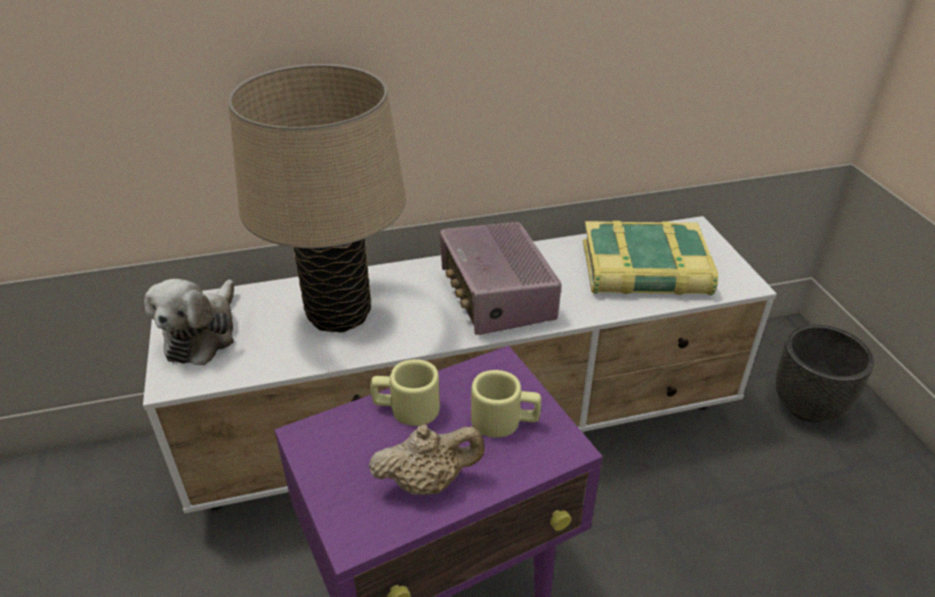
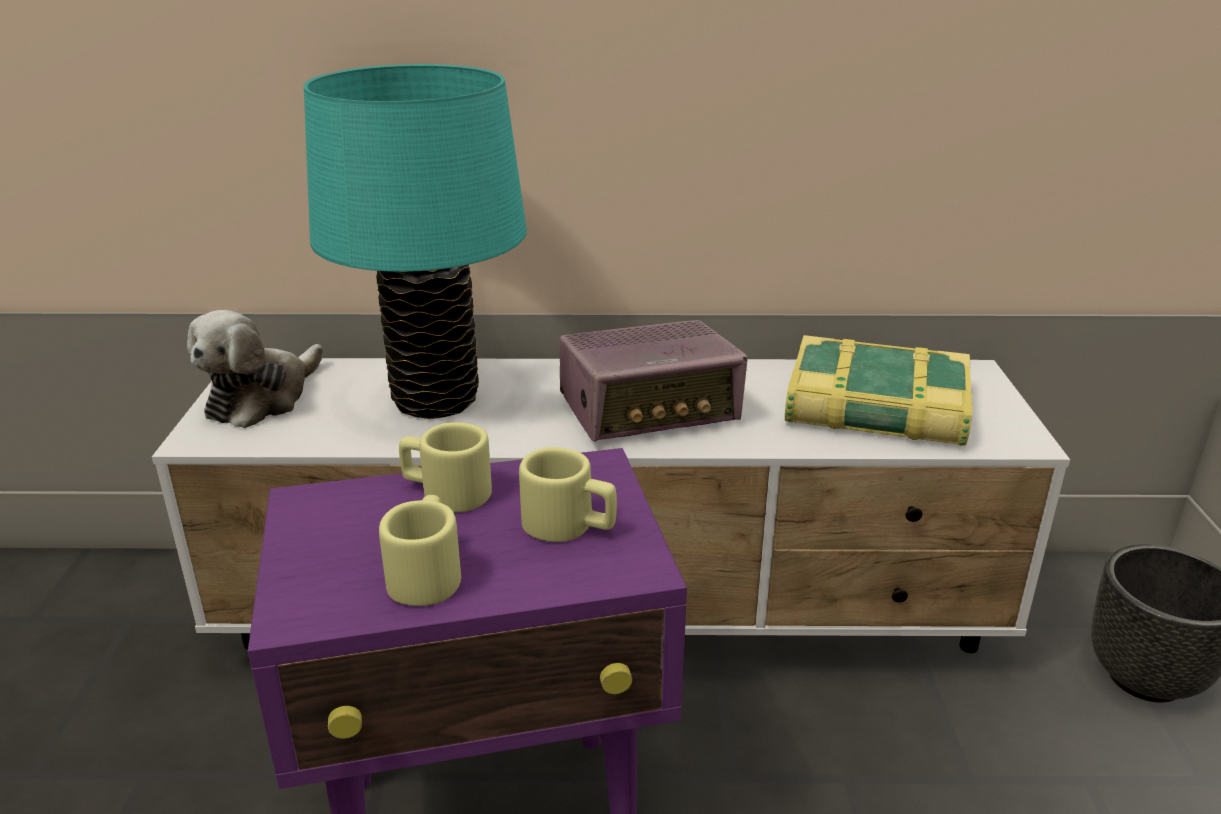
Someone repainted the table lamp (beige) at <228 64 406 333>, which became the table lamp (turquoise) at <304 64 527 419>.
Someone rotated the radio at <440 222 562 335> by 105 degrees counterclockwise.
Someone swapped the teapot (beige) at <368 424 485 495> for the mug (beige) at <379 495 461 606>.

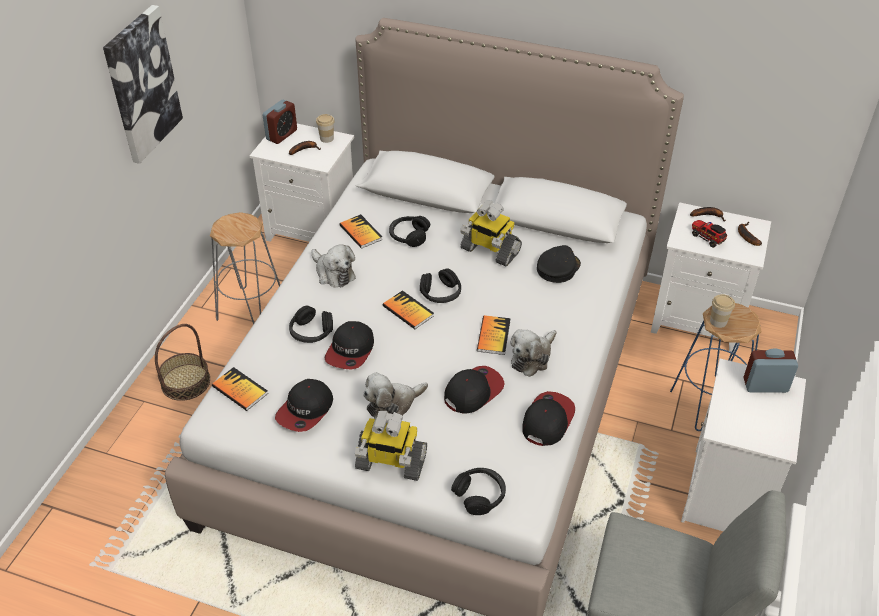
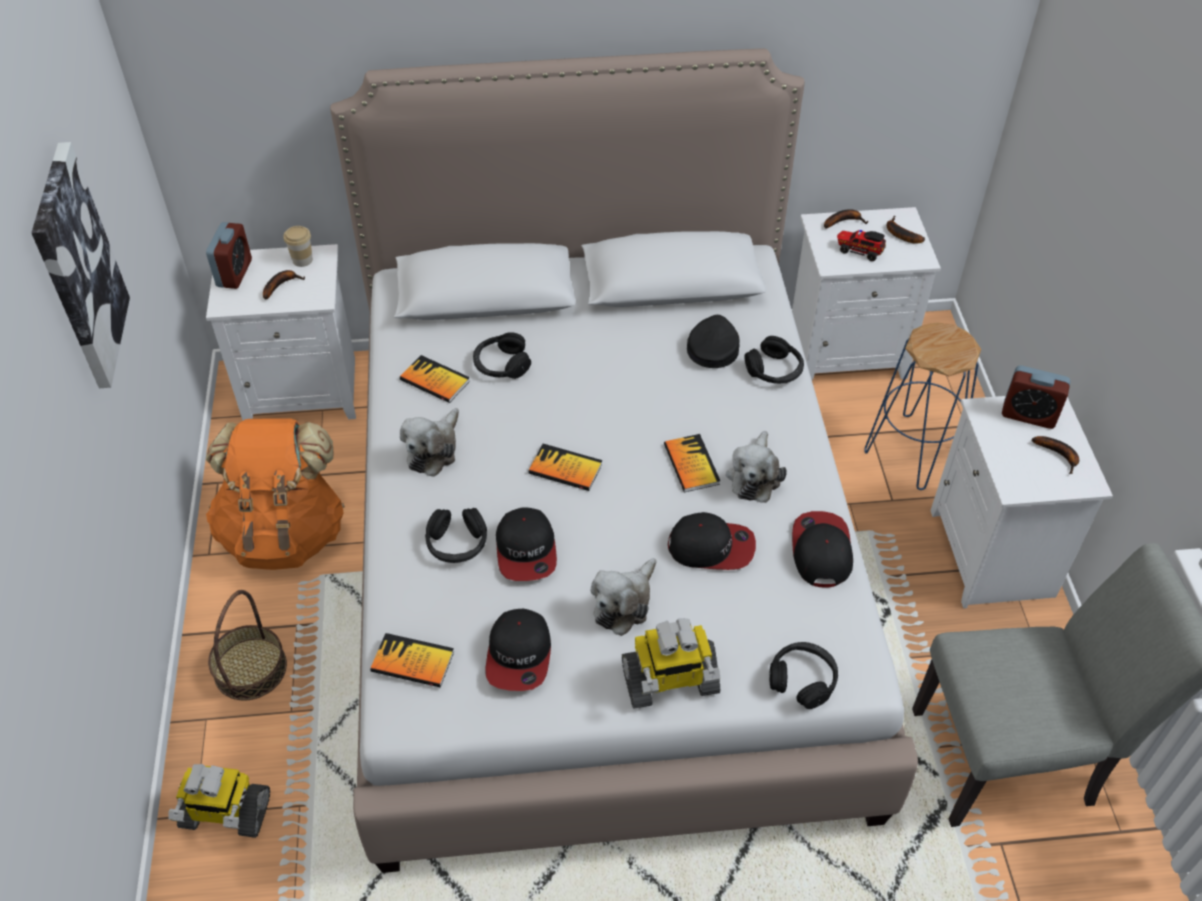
Someone carried the toy robot from <460 200 522 267> to <168 764 270 838>.
Someone swapped the stool (grey) at <210 212 280 325> for the backpack (orange) at <206 418 345 570>.
Someone rotated the plush toy at <311 244 356 288> by 90 degrees clockwise.
Someone carried the headphones (black) from <420 269 461 303> to <744 336 804 384>.
Someone took away the cup at <710 294 735 328>.
Someone rotated the alarm clock at <743 348 798 393> by 135 degrees counterclockwise.
Someone rotated the cap at <444 366 505 414> by 75 degrees clockwise.
Someone put down the banana at <1032 436 1079 474>.

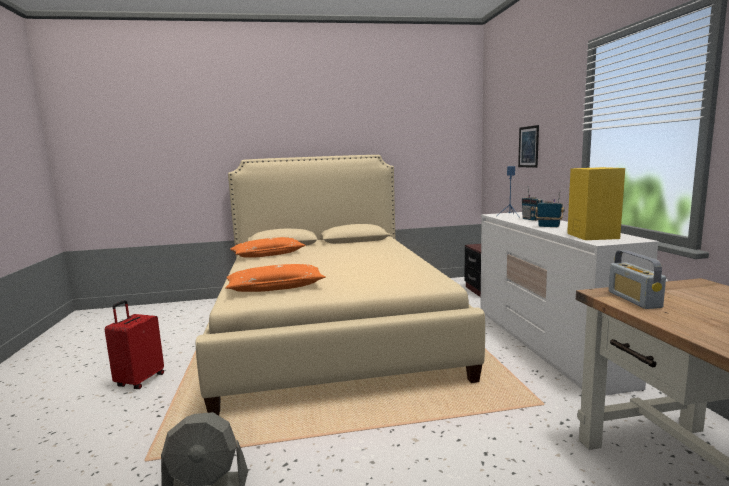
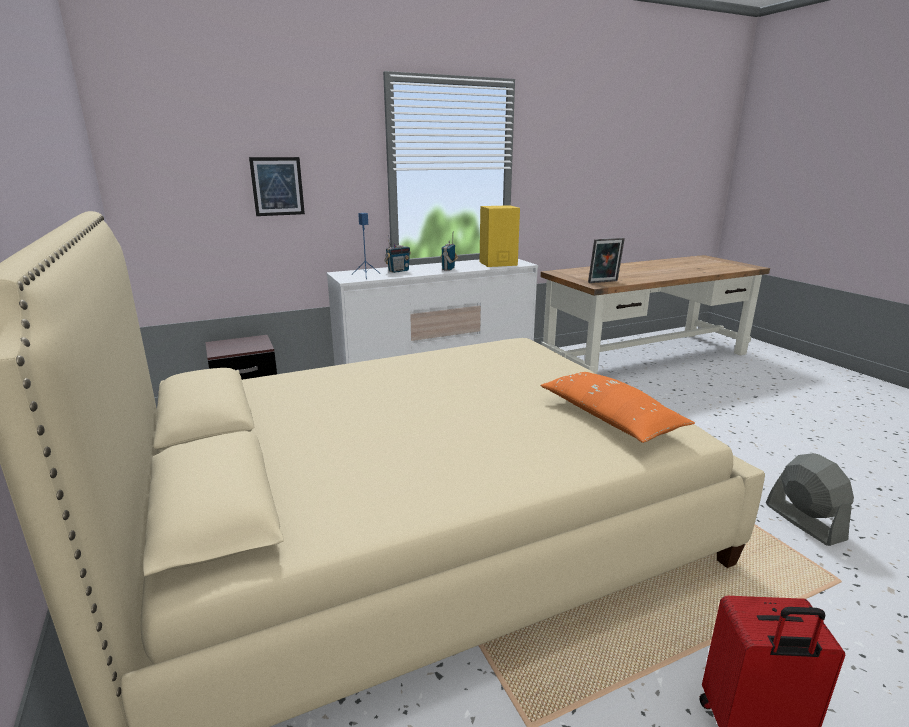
Someone took away the pillow (orange) at <230 237 306 258>.
Someone swapped the radio at <609 250 666 309> for the picture frame at <588 238 625 283>.

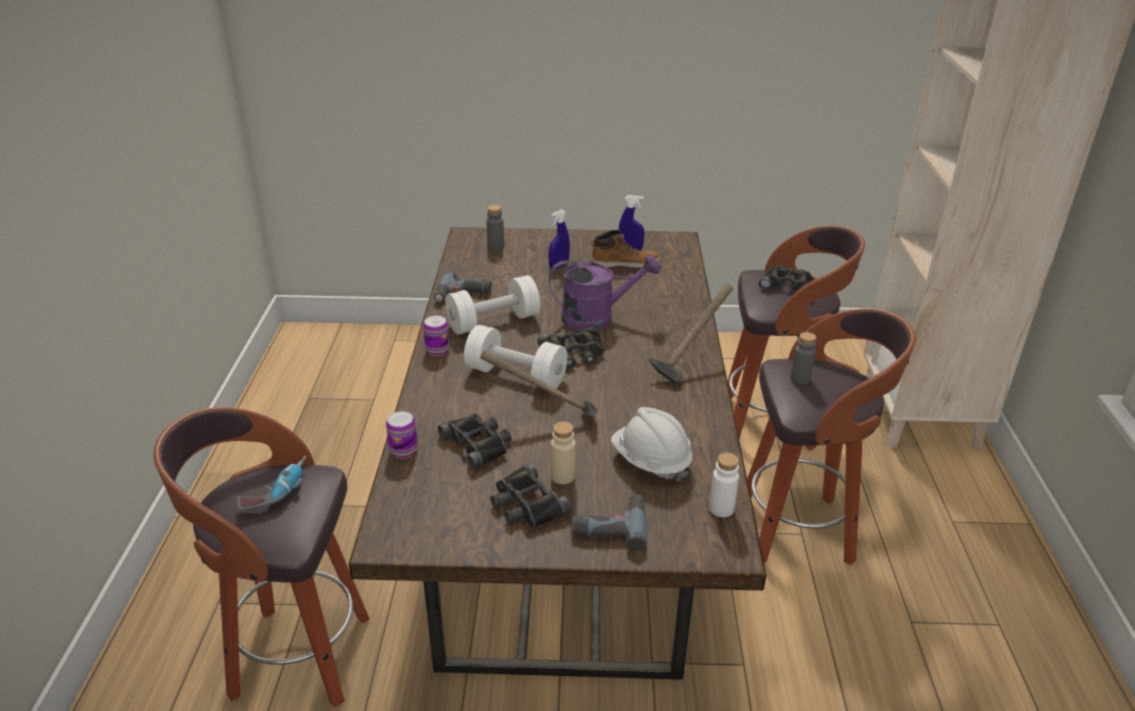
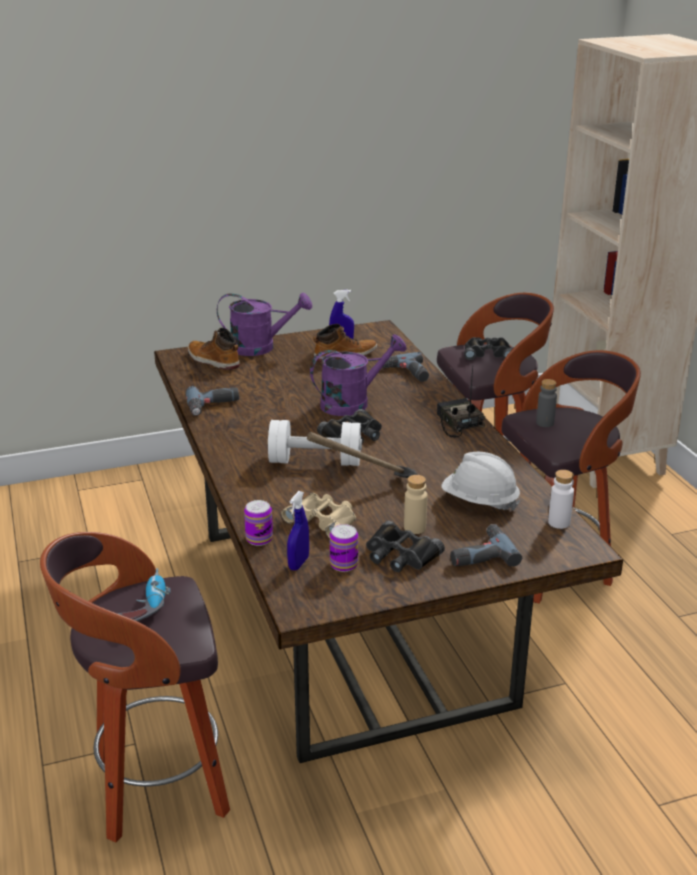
Someone swapped the bottle (grey) at <486 205 504 251> for the boot at <188 328 240 370>.
Someone carried the spray bottle (blue) from <549 210 570 270> to <287 491 309 570>.
Someone took away the dumbbell (white) at <445 275 540 335>.
Someone swapped the hammer at <648 284 733 385> for the radio at <437 367 485 437>.
Someone carried the can from <423 315 450 356> to <330 524 358 572>.
Someone repainted the binoculars (black) at <438 413 511 470>, which became the binoculars (beige) at <281 493 356 538>.
Someone put down the watering can (purple) at <217 293 312 356>.
Someone put down the power drill at <382 352 429 382>.

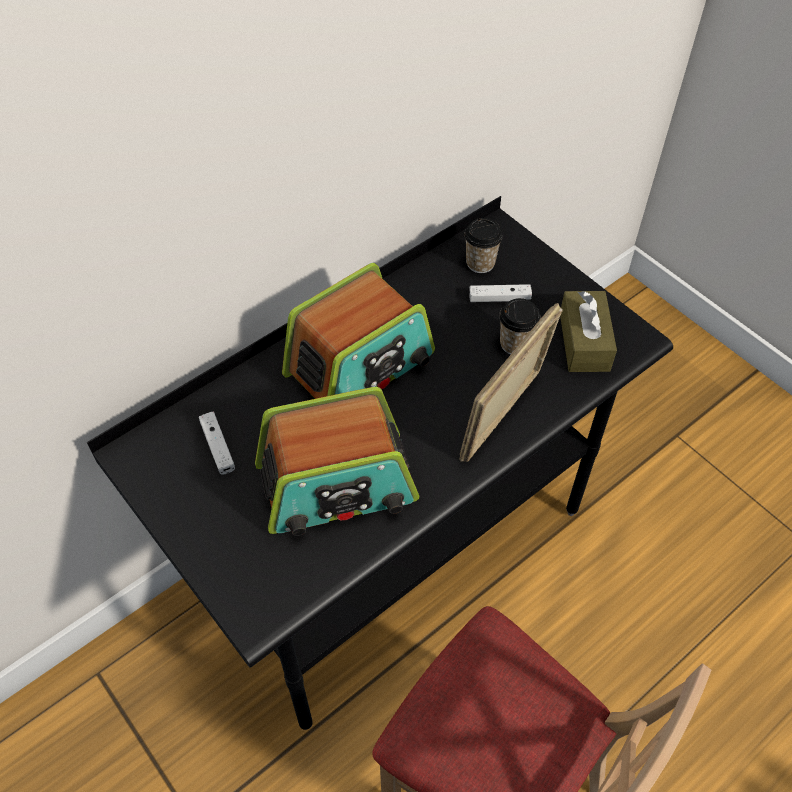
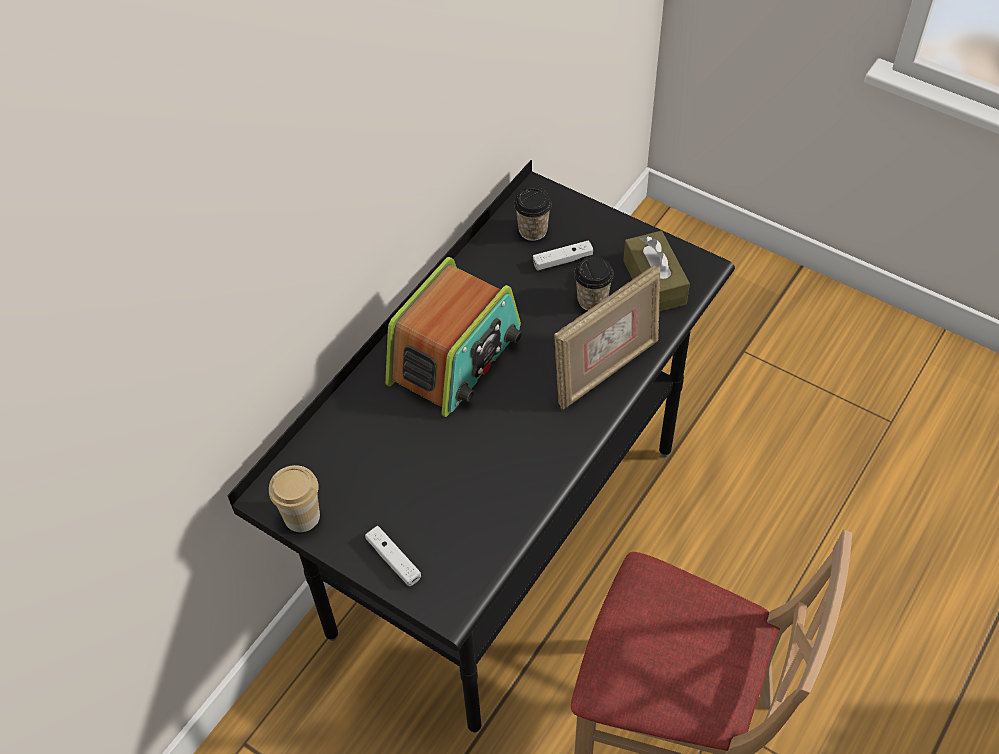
Someone rotated the picture frame at <460 303 563 462> by 150 degrees counterclockwise.
Someone took away the radio at <255 387 419 536>.
Someone carried the game controller (white) from <199 412 235 475> to <365 526 421 586>.
Someone put down the cup at <269 465 320 532>.

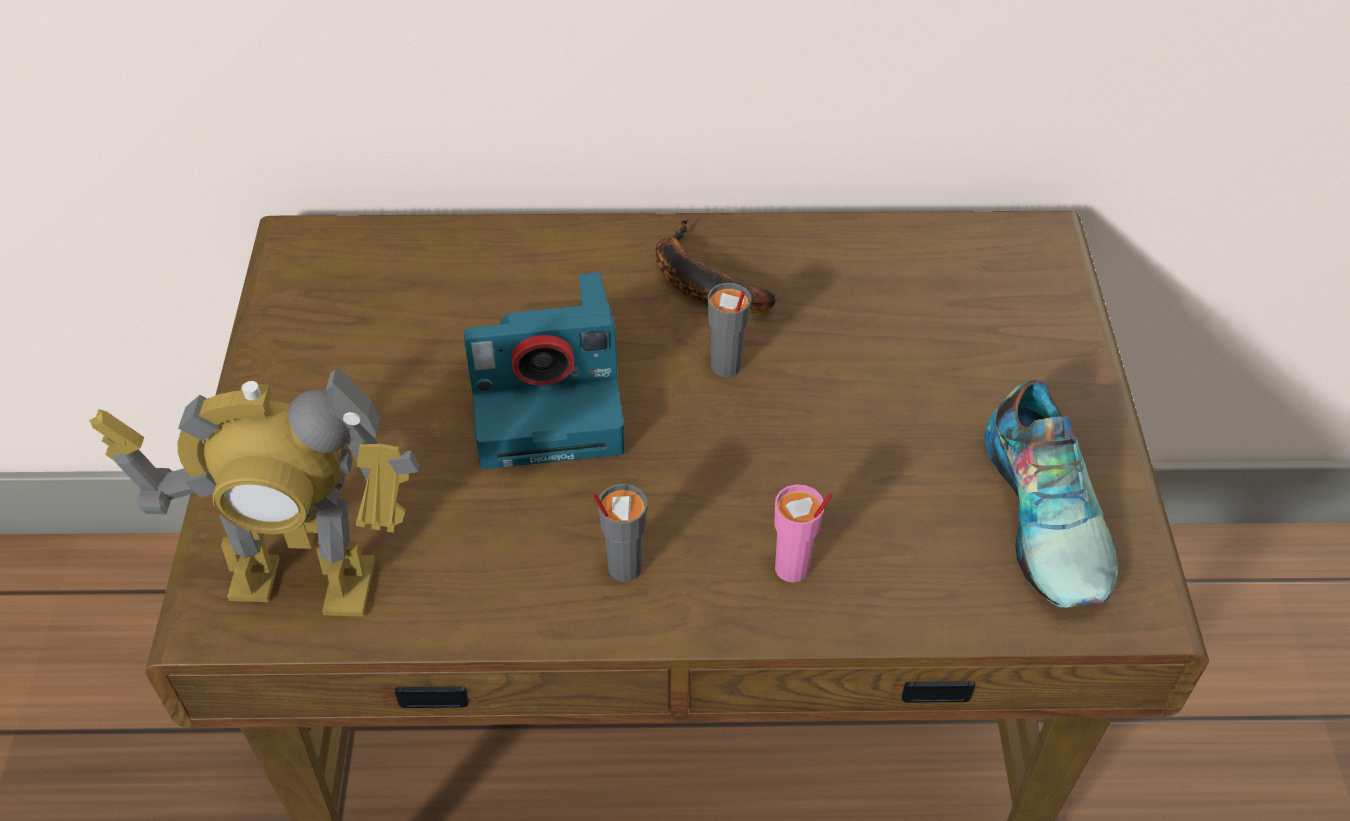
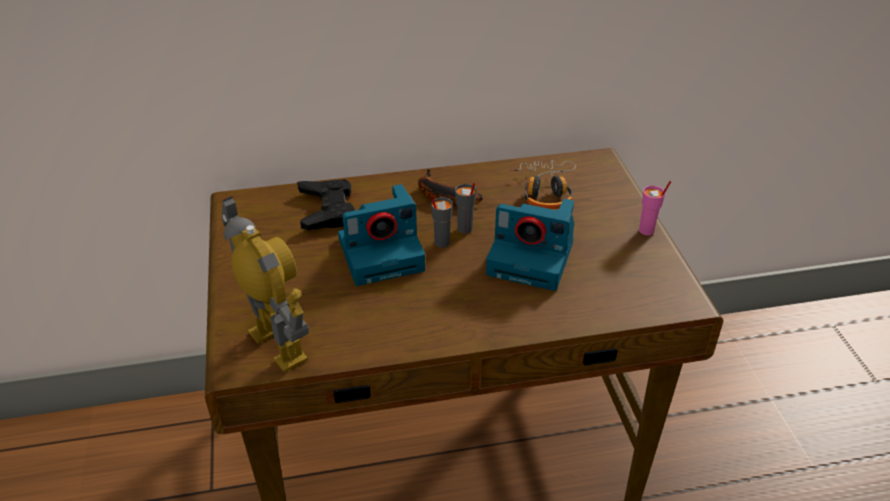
Someone rotated the toy robot at <89 365 420 617> by 120 degrees counterclockwise.
Someone took away the shoe at <985 380 1117 608>.
Someone carried the cup (grey) from <592 484 647 582> to <431 195 453 248>.
Someone carried the cup (pink) from <774 484 833 582> to <639 181 671 235>.
Someone put down the headphones at <510 160 576 209>.
Someone put down the game controller (black) at <297 179 355 230>.
Someone put down the photo camera at <486 199 574 291>.

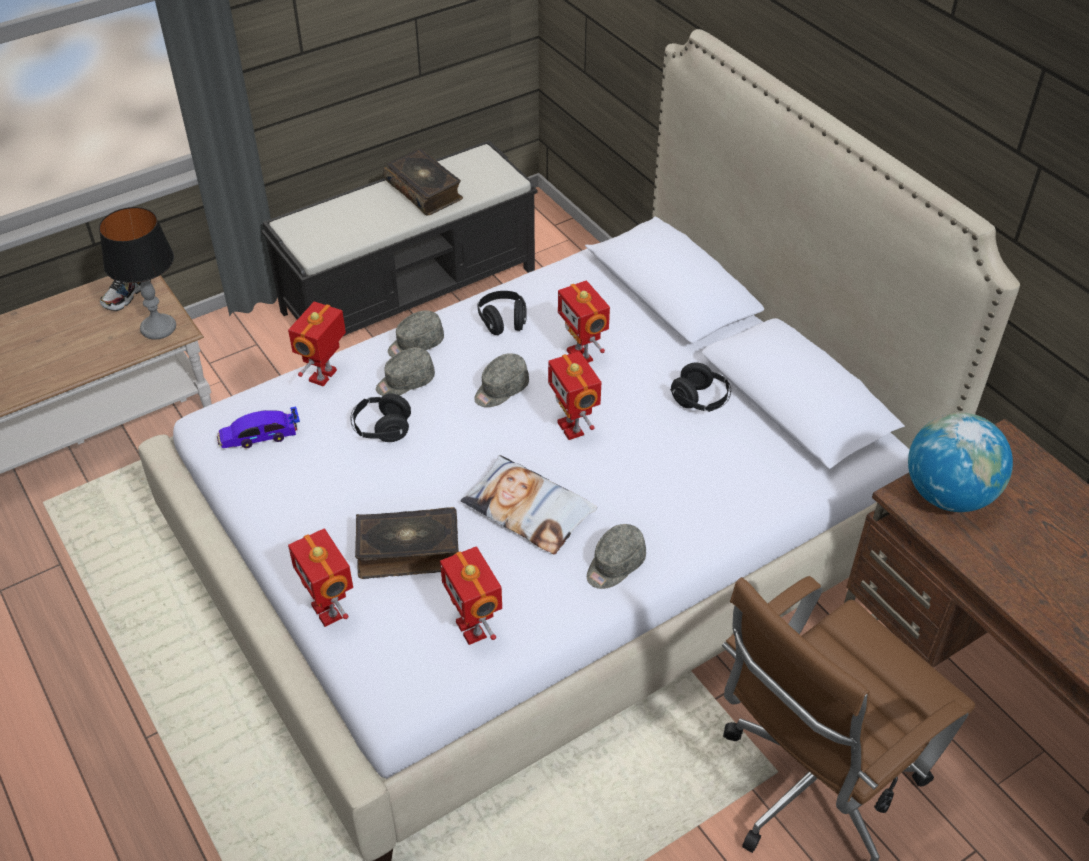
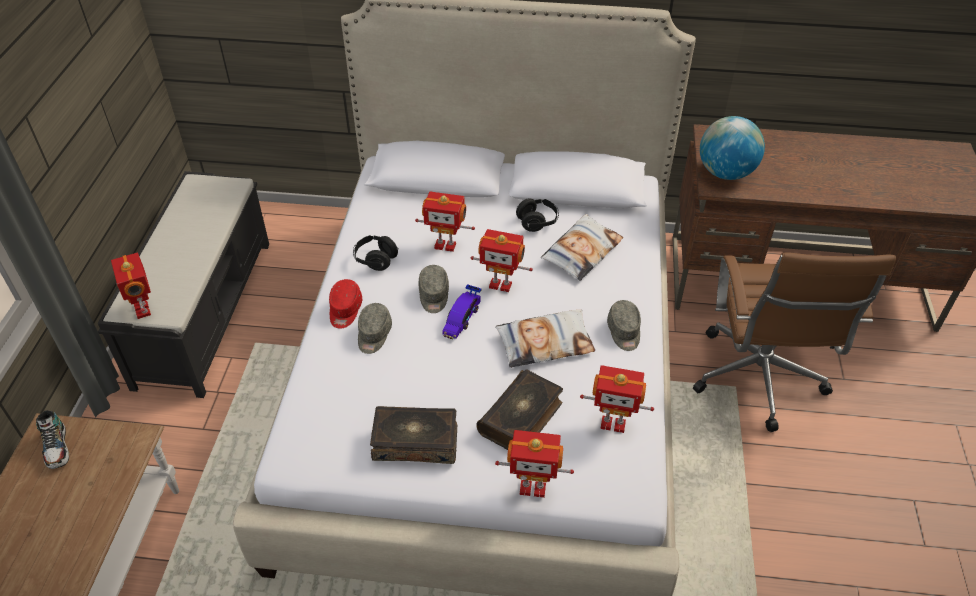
Someone carried the book from <383 149 463 216> to <370 406 457 464>.
Someone took away the table lamp at <99 207 176 340>.
Someone carried the toy robot from <288 301 346 386> to <111 253 151 319>.
Someone repainted the cap (grey) at <388 310 444 357>, which became the cap (red) at <329 279 362 329>.
Someone took away the headphones (black) at <351 393 411 442>.
Someone carried the toy car from <217 407 300 448> to <442 284 482 339>.
Someone put down the pillow at <541 214 623 281>.

